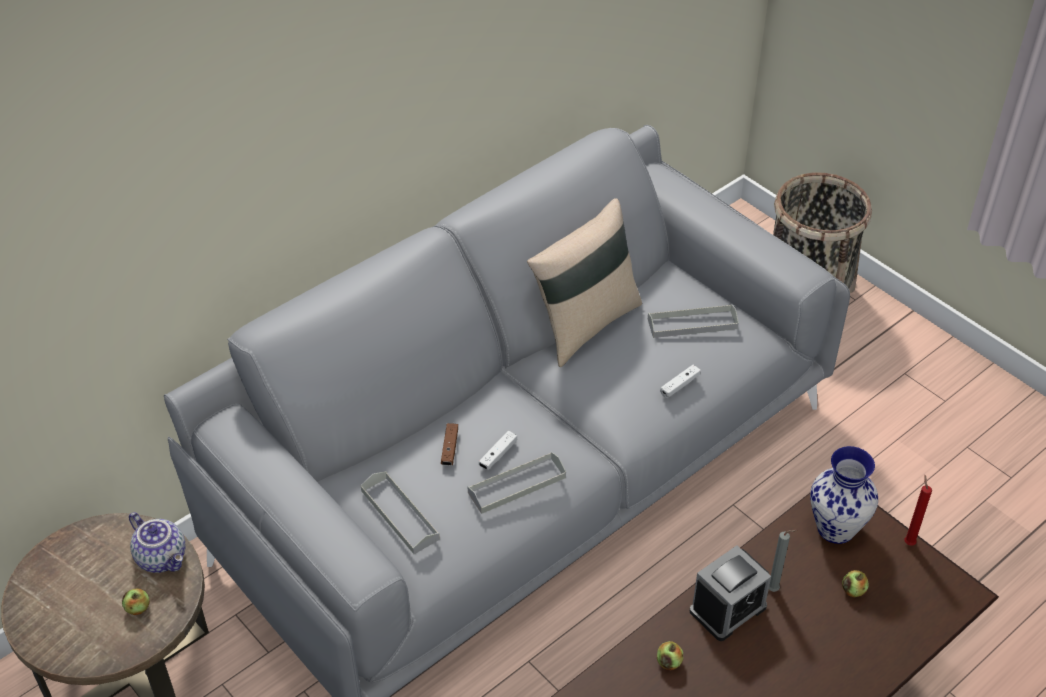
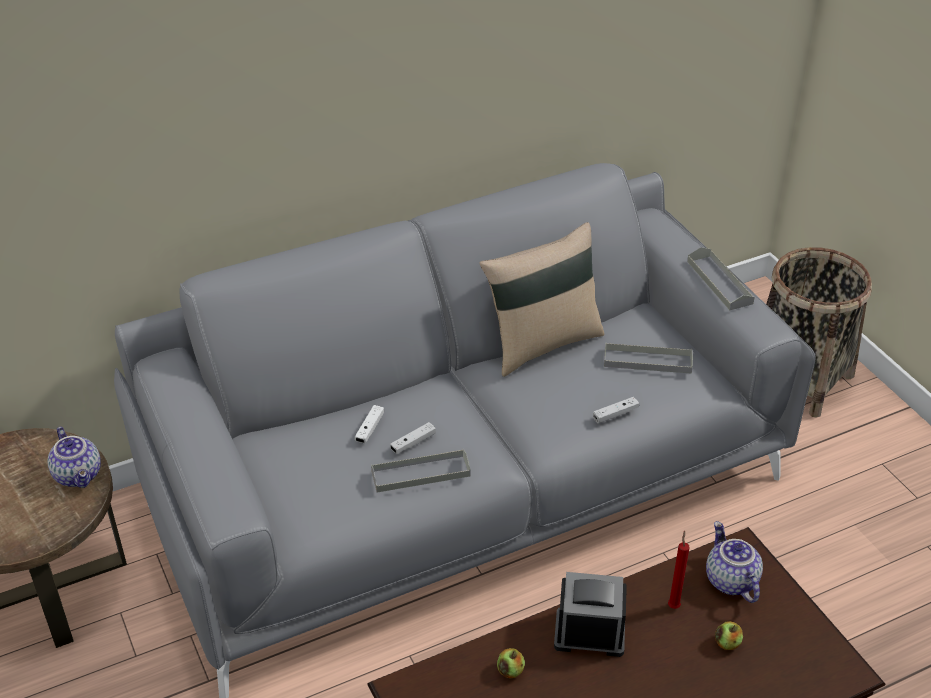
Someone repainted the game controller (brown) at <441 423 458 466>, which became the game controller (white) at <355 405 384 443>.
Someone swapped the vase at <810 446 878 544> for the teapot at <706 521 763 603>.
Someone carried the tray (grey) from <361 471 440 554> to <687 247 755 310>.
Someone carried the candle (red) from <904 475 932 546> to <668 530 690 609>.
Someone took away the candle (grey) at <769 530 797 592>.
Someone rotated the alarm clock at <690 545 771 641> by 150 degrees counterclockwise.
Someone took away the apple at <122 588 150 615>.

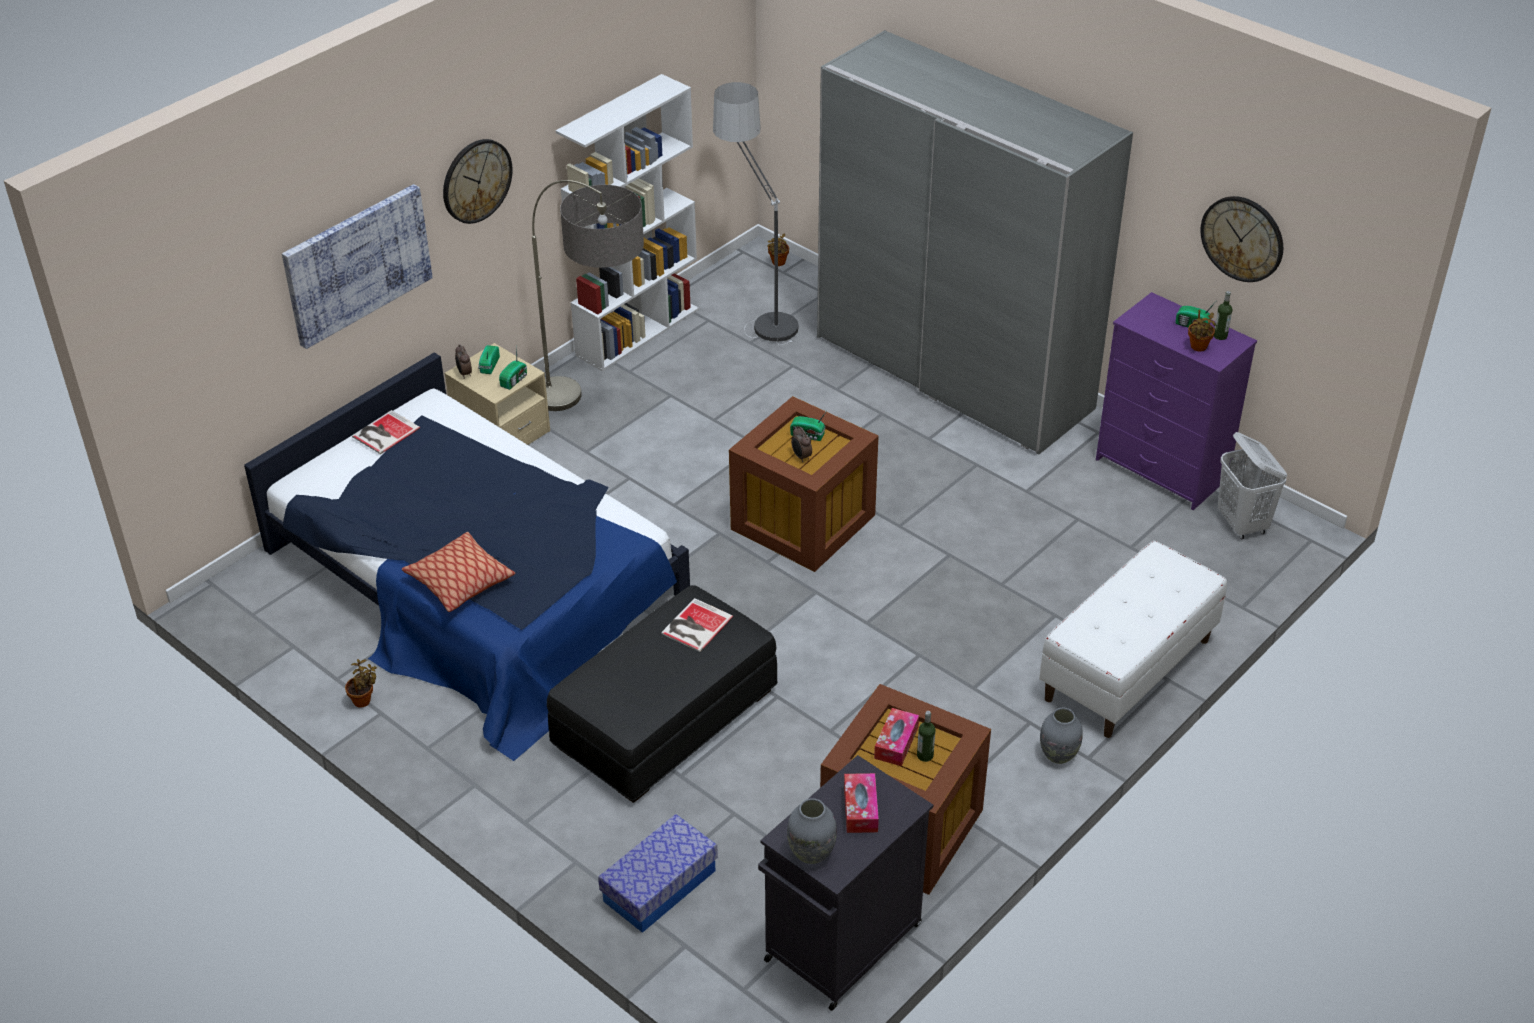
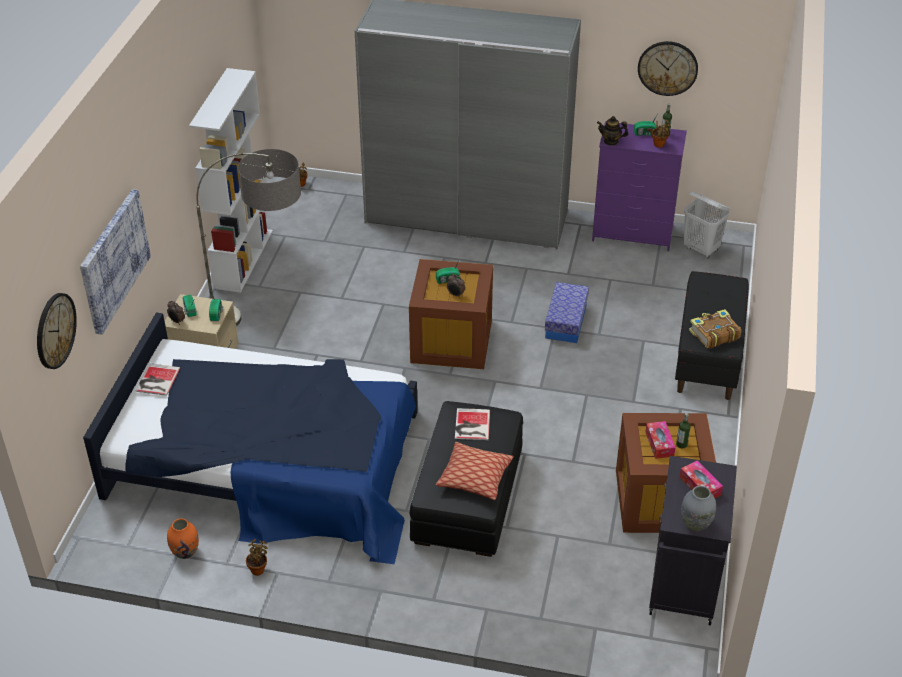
Someone took away the floor lamp at <713 82 798 345>.
Someone carried the wall clock from <443 139 513 224> to <37 293 77 369>.
Someone carried the pillow from <401 532 515 612> to <435 442 514 500>.
Someone repainted the bench (white) at <1039 541 1227 738>, which became the bench (black) at <675 271 749 400>.
Someone took away the vase (grey) at <1040 708 1083 764>.
Someone carried the storage box from <598 814 718 933> to <545 282 589 343>.
Someone put down the teapot at <597 116 628 146>.
Someone put down the book at <689 309 741 349>.
Someone put down the vase (orange) at <167 518 199 559>.

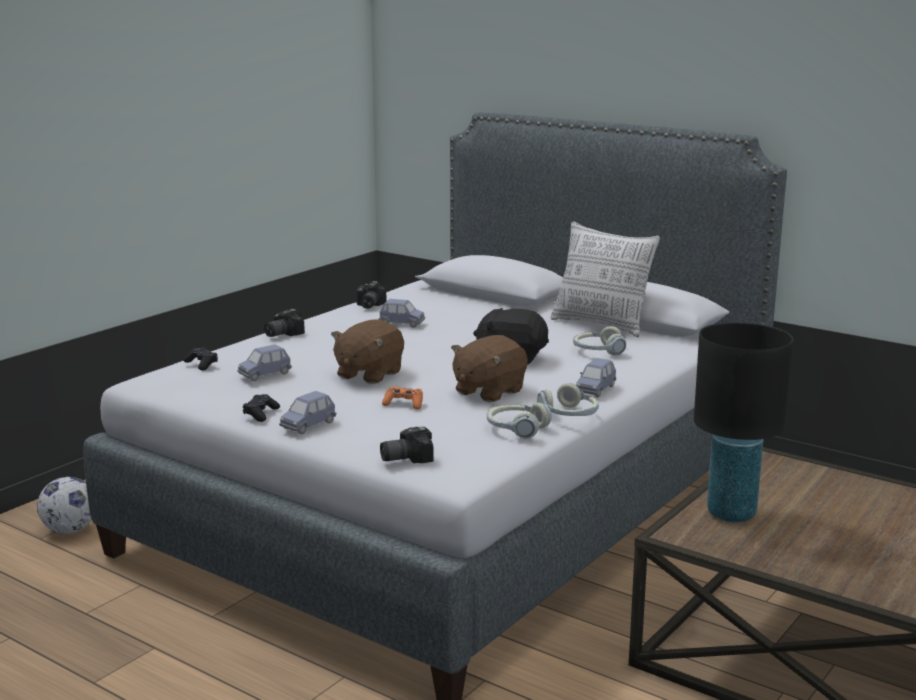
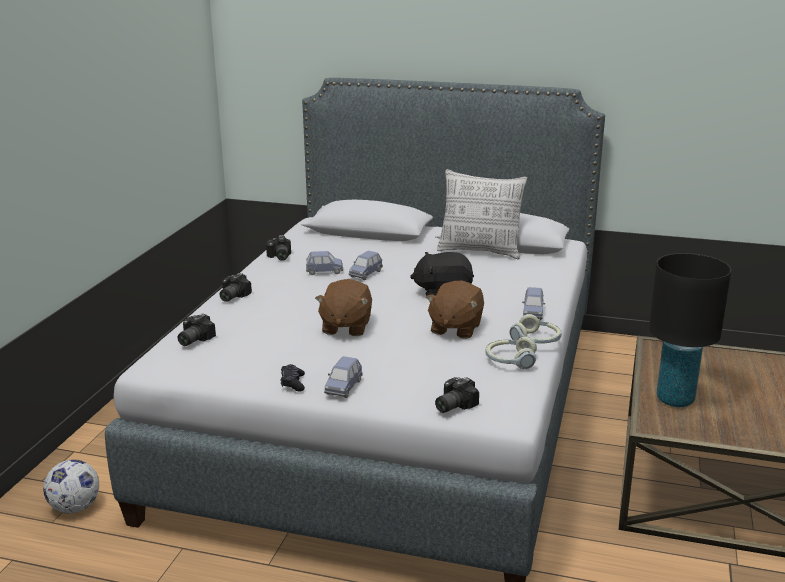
Someone took away the headphones at <573 326 626 356>.
Someone carried the toy car (blue) from <237 344 292 381> to <349 251 383 280>.
Someone swapped the game controller (black) at <184 347 218 370> for the photo camera at <177 314 216 346>.
Someone took away the game controller (orange) at <382 386 423 409>.

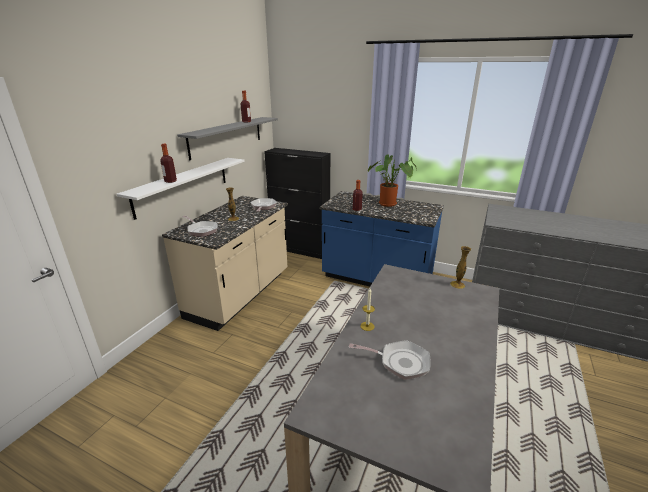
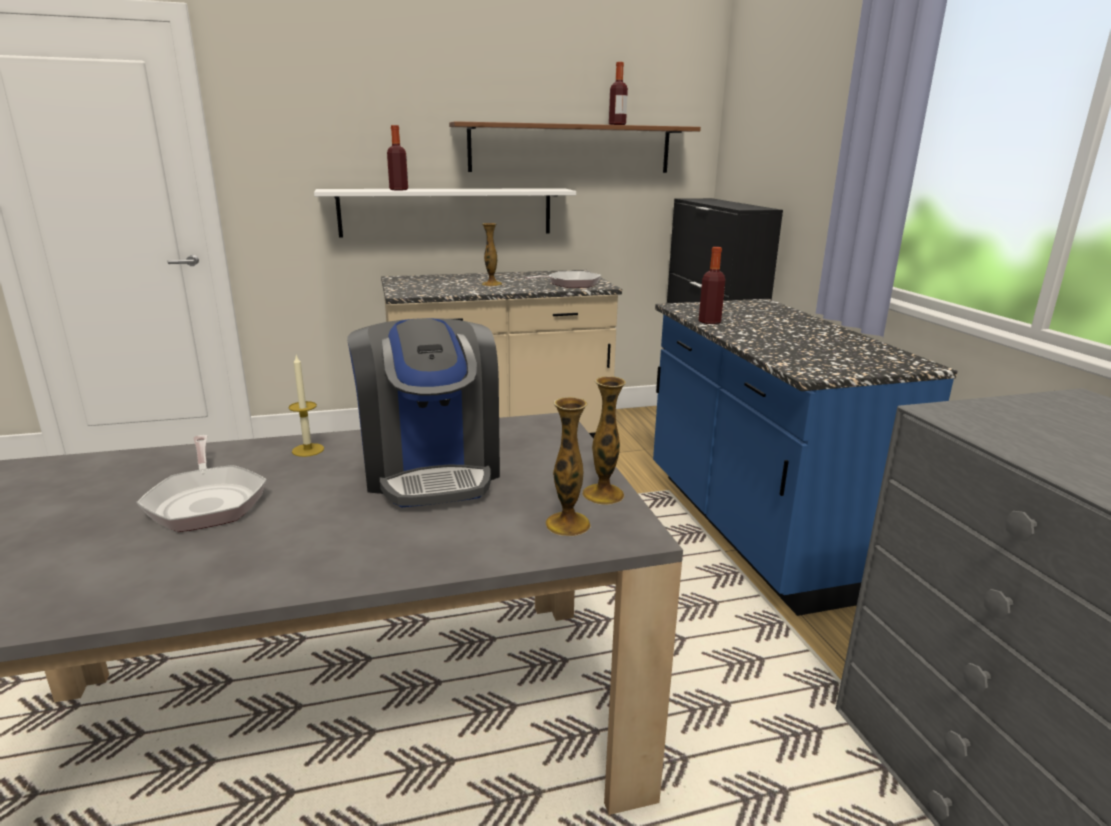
Someone repainted the shelf (grey) at <177 117 278 160>, which became the shelf (brown) at <449 121 701 173>.
Someone took away the potted plant at <368 155 417 207>.
Someone took away the frying pan at <182 216 218 237>.
Someone put down the coffee machine at <347 318 500 507>.
Someone put down the vase at <546 397 591 536>.

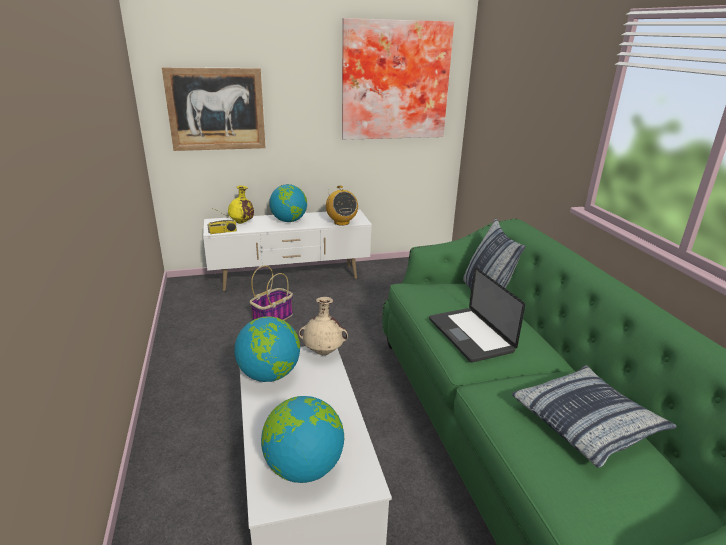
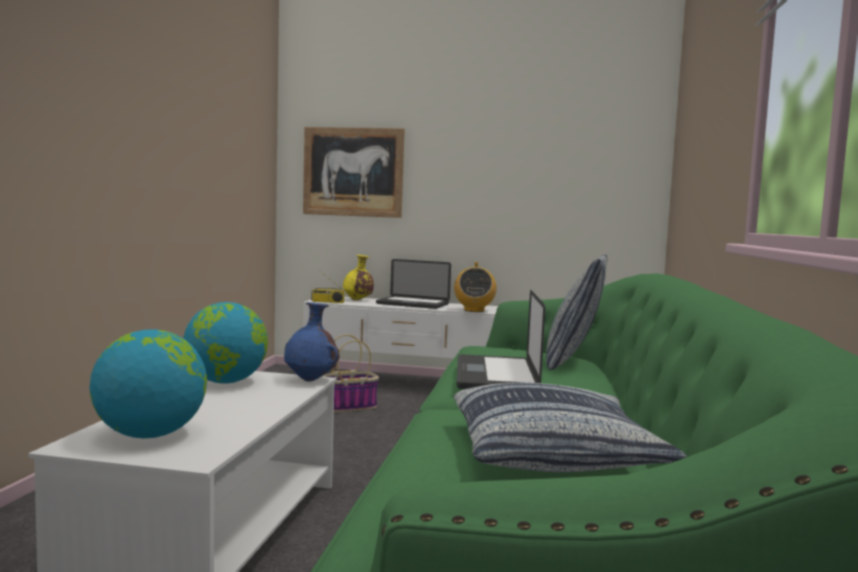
Someone took away the picture at <342 18 454 140>.
Someone swapped the globe at <269 184 307 222> for the laptop at <376 259 451 309>.
Someone repainted the vase (beige) at <299 297 348 355>, which became the vase (blue) at <284 302 339 382>.

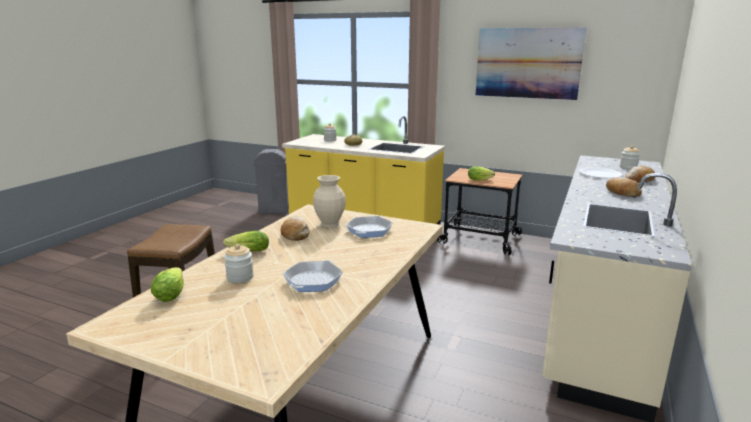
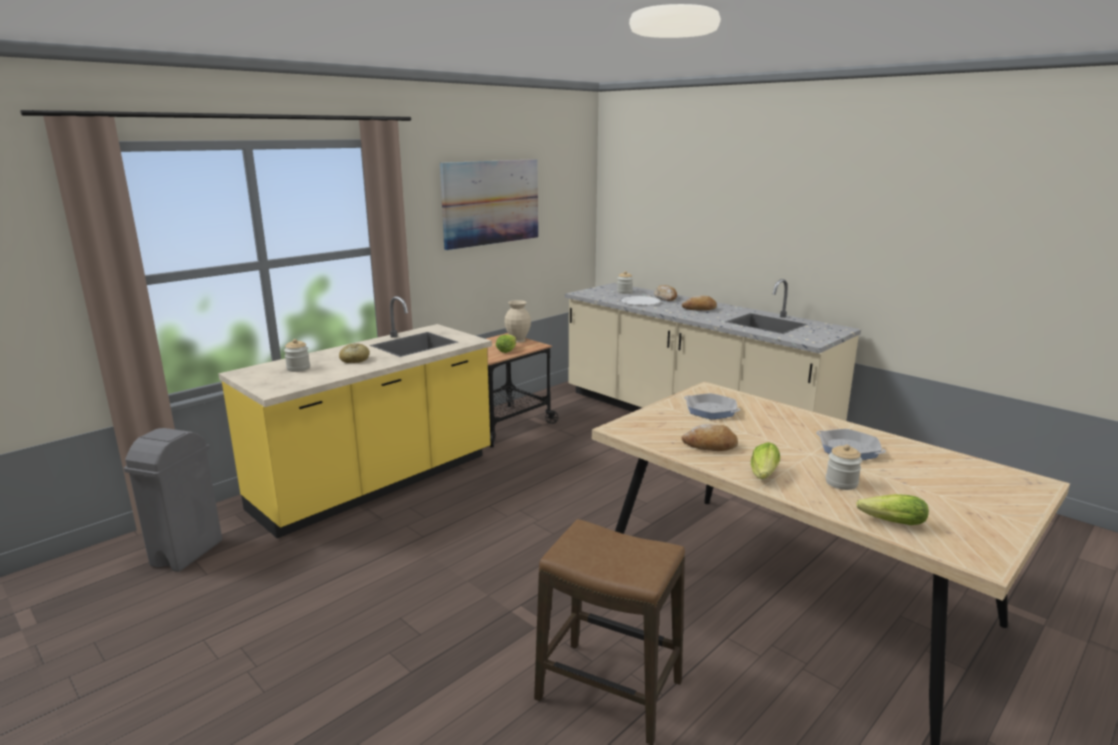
Someone carried the vase (beige) from <313 175 346 227> to <505 300 531 343>.

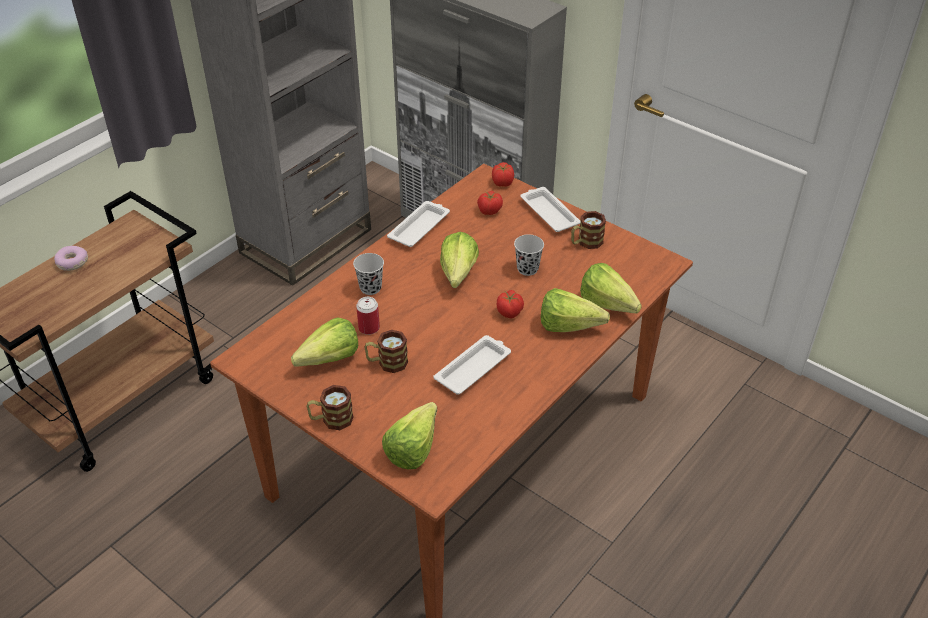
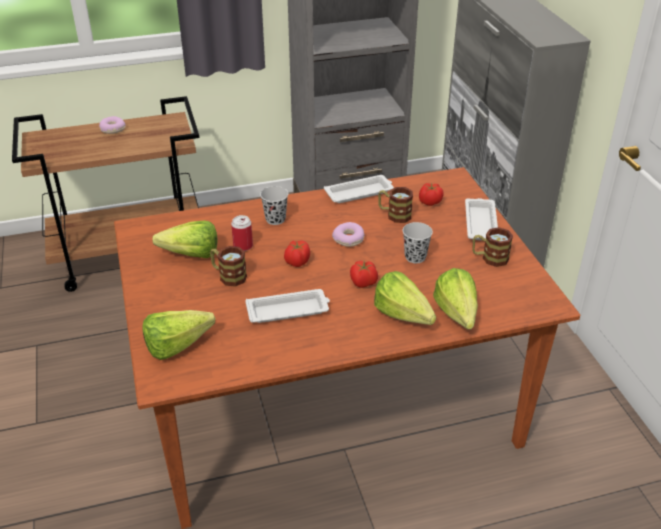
Someone carried the tomato from <492 162 514 187> to <284 240 310 267>.
Someone swapped the lettuce at <440 232 479 288> for the donut at <332 222 365 247>.
Someone carried the mug from <306 385 354 430> to <378 187 413 223>.

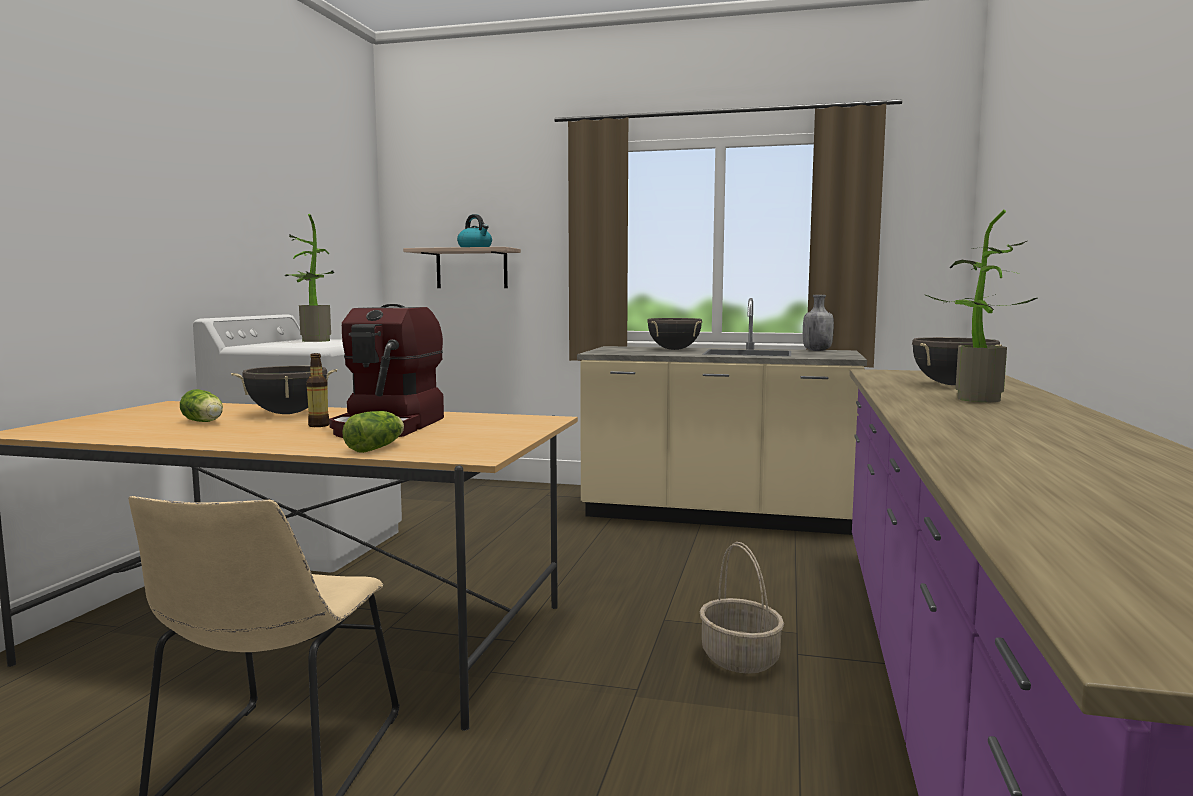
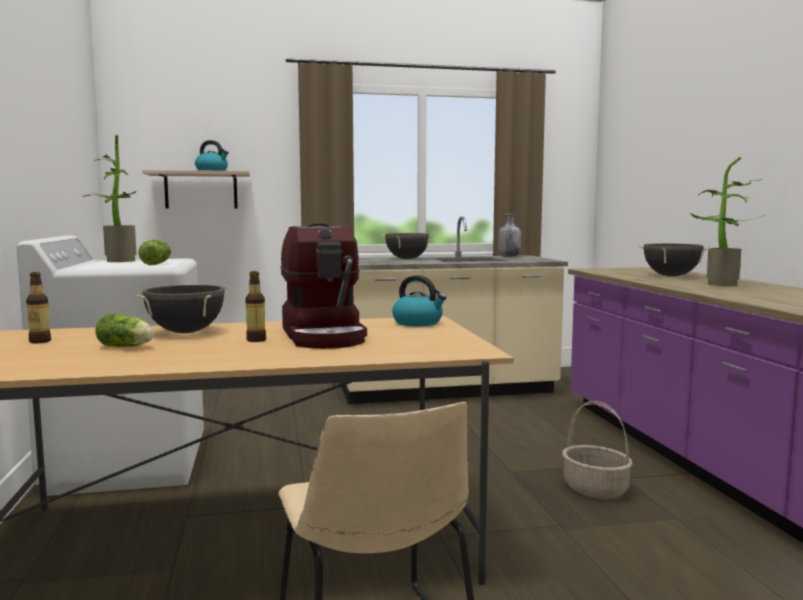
Someone carried the lettuce from <342 411 404 453> to <138 240 171 265>.
Someone put down the bottle at <26 272 51 343>.
Someone put down the kettle at <392 275 447 326>.

